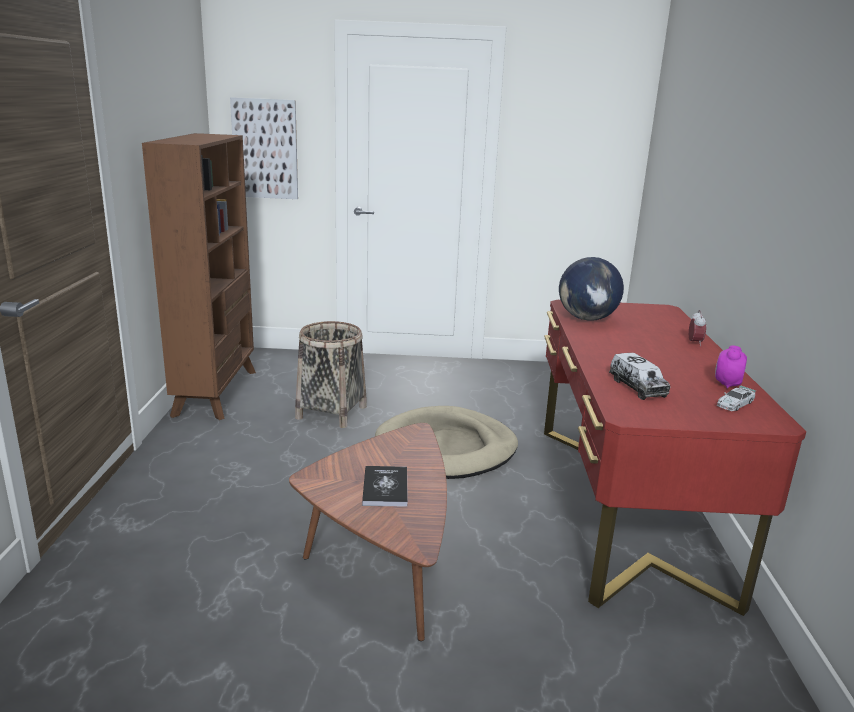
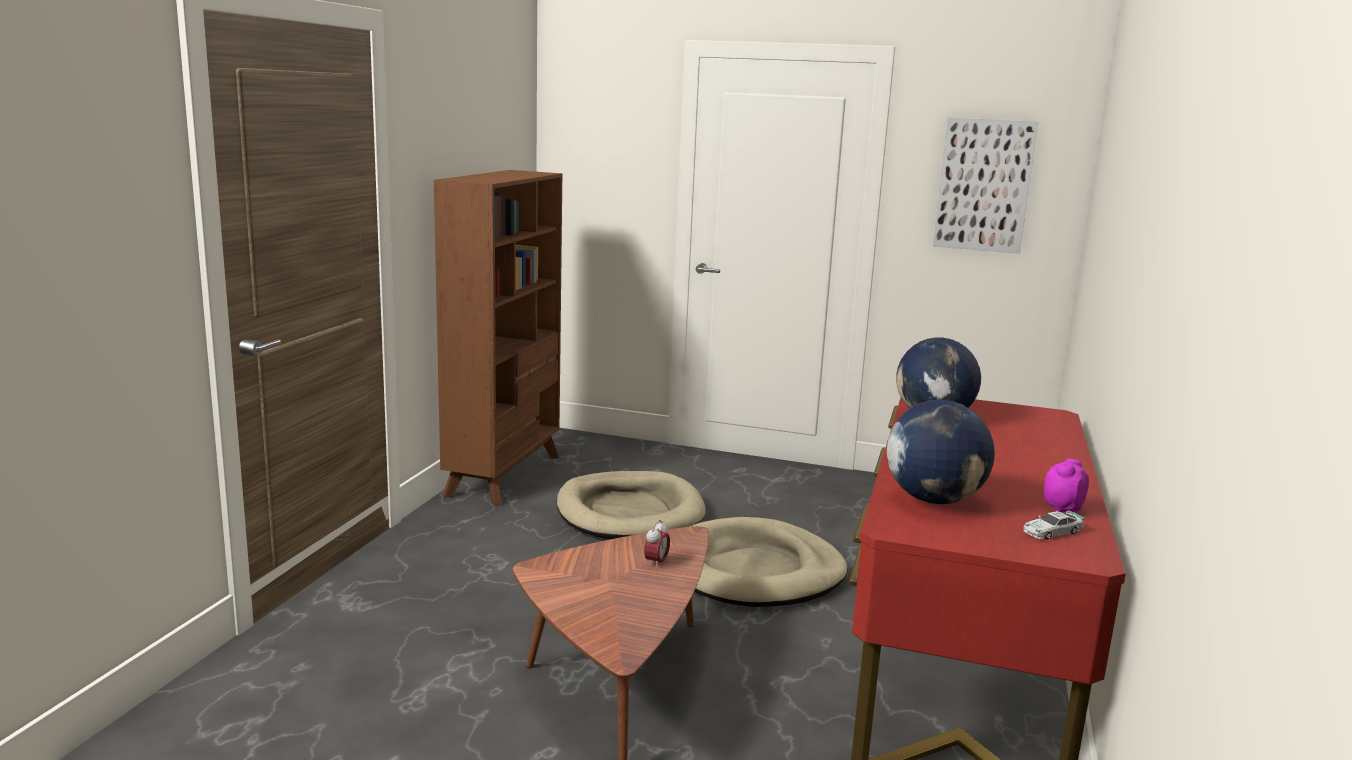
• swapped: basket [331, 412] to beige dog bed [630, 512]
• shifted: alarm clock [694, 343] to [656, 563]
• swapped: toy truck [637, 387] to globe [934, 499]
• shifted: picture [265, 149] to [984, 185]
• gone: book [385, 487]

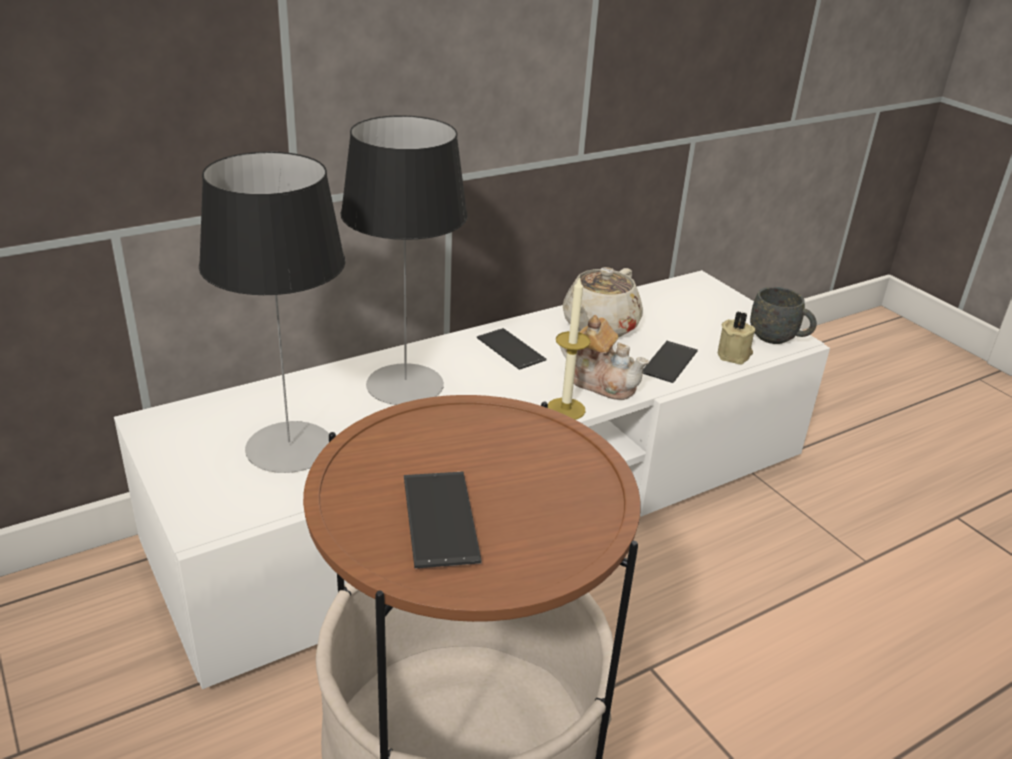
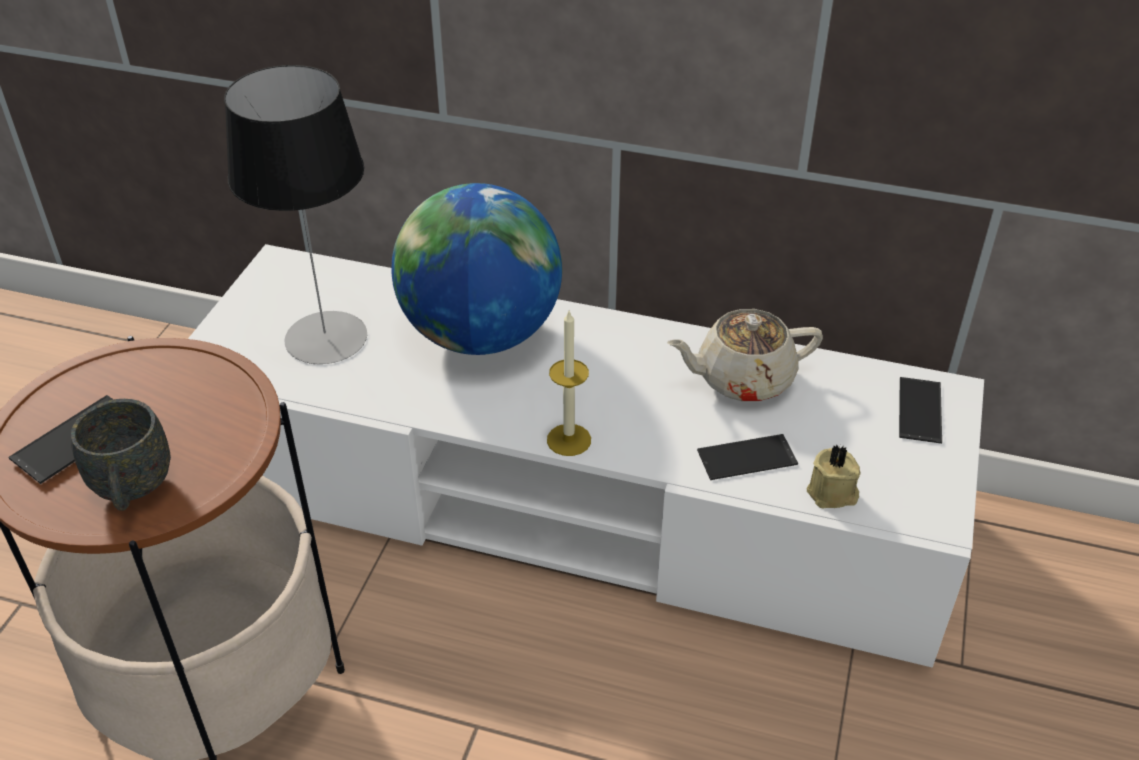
• shifted: grey mug [778, 339] to [132, 491]
• swapped: table lamp [405, 385] to globe [481, 335]
• shifted: phone [510, 349] to [920, 410]
• gone: teapot [601, 382]

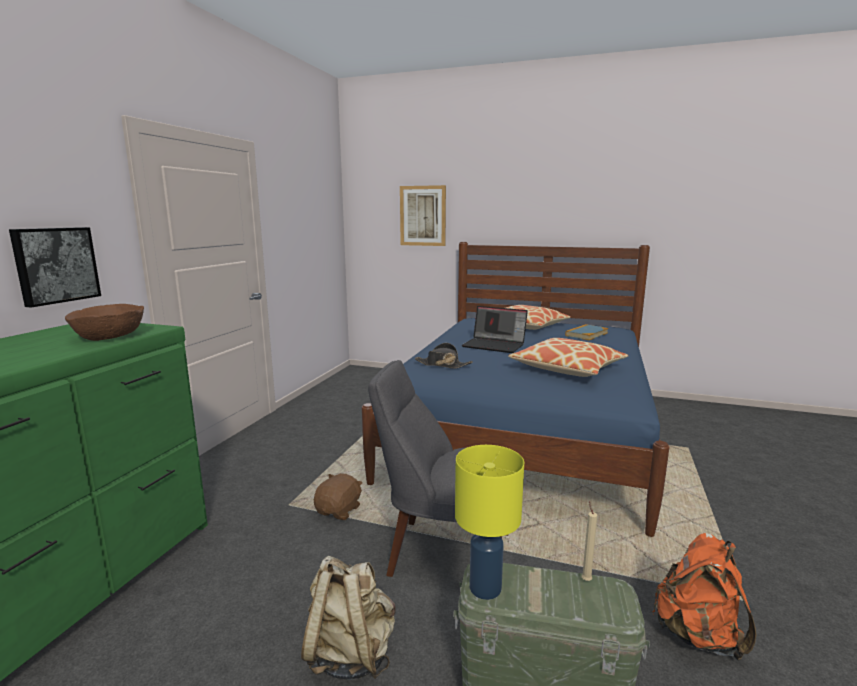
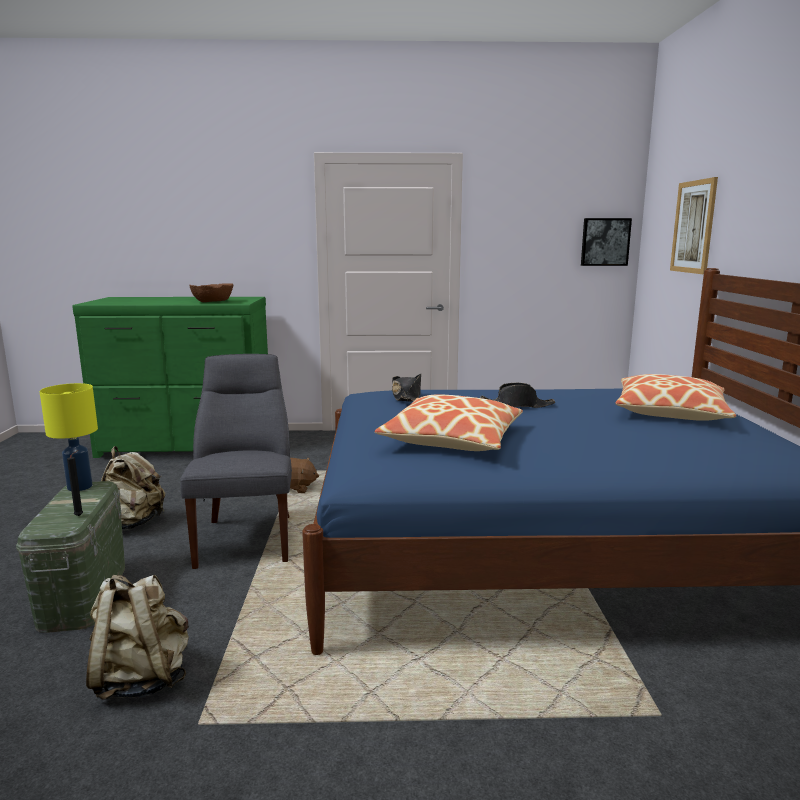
• repainted: beige candle [585, 579] to black candle [80, 516]
• repainted: orange backpack [697, 634] to beige backpack [142, 679]
• swapped: laptop [495, 345] to black hat [517, 405]
• shifted: picture [55, 265] to [605, 242]
• gone: book [586, 334]

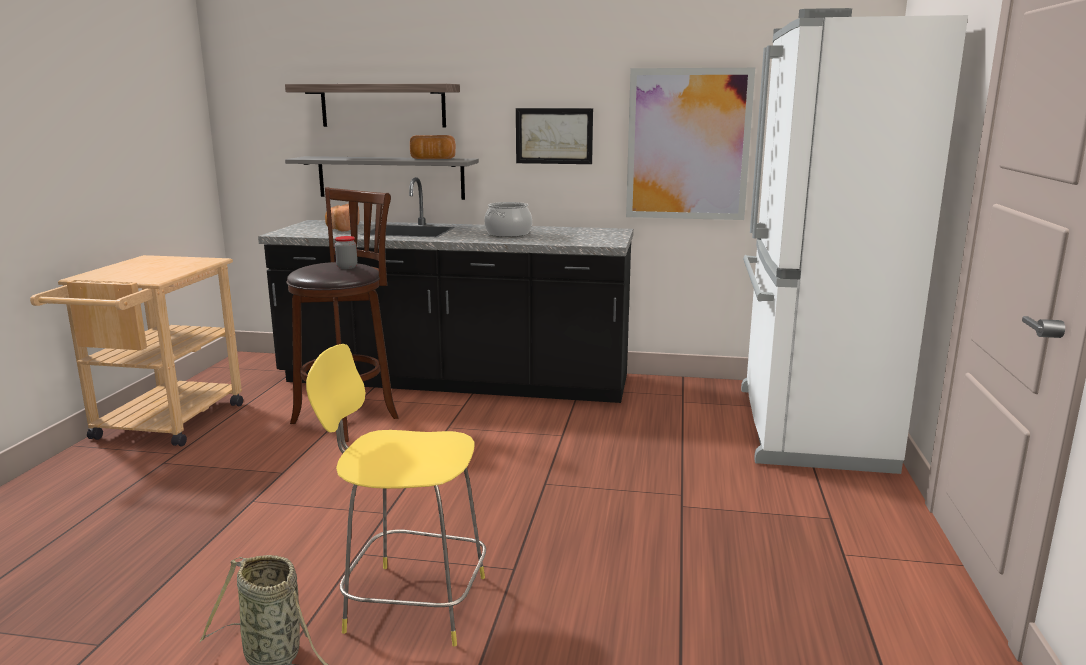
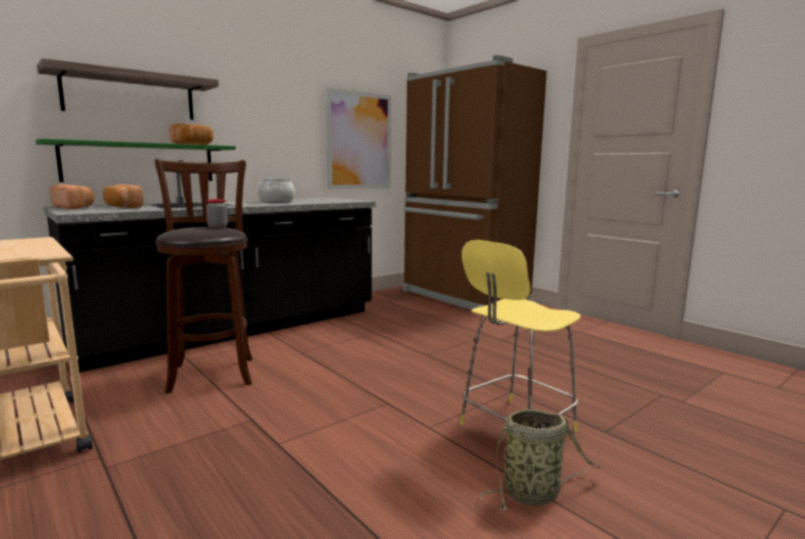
• repainted: grey shelf [391, 177] to green shelf [140, 162]
• new: bread [75, 208]
• repainted: white fridge [807, 427] to brown fridge [463, 297]
• gone: picture [554, 136]

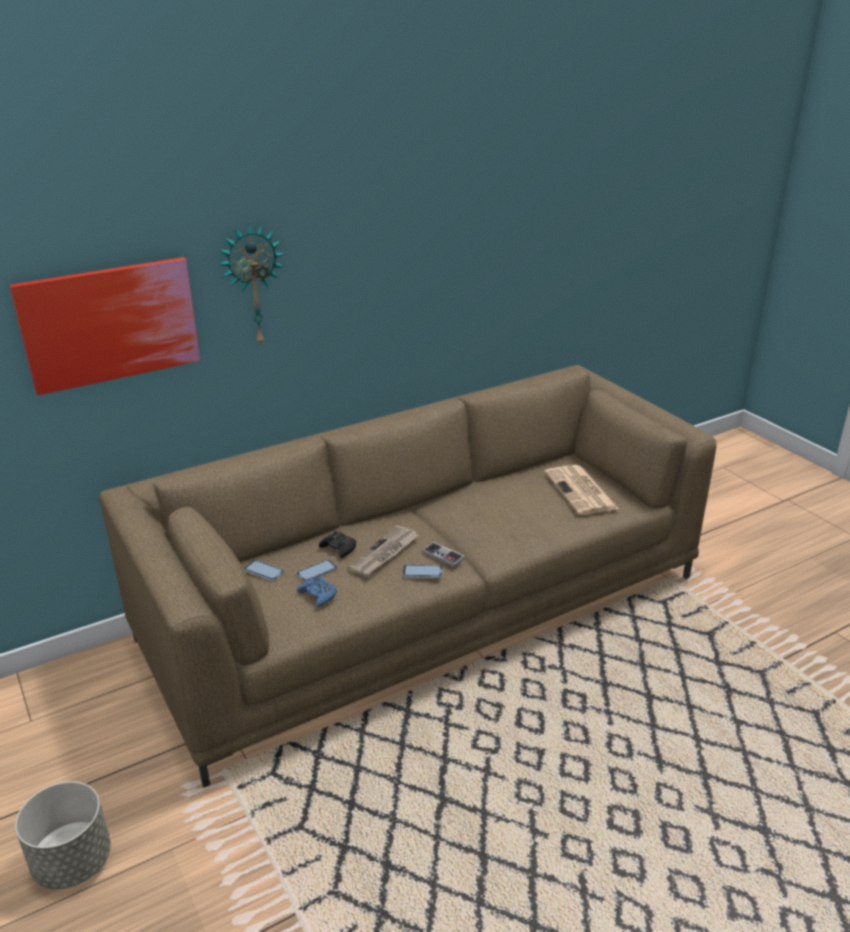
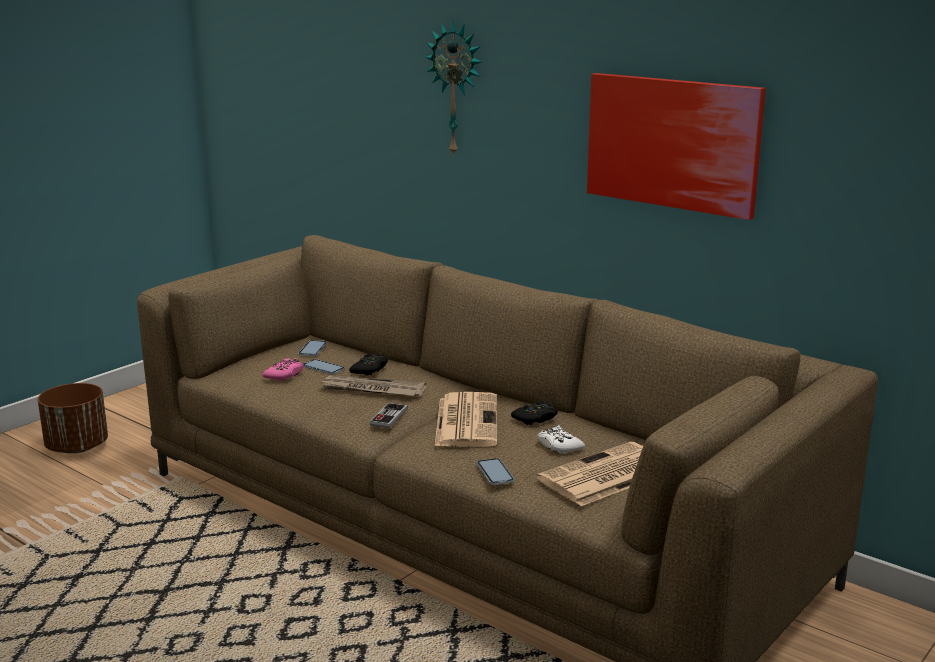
• repainted: grey planter [72, 861] to brown planter [78, 447]
• repainted: blue game controller [318, 595] to pink game controller [284, 375]
• new: newspaper [466, 421]
• shifted: phone [422, 572] to [495, 473]
• new: black game controller [535, 418]
• new: white game controller [559, 446]
• shifted: picture [110, 323] to [672, 143]

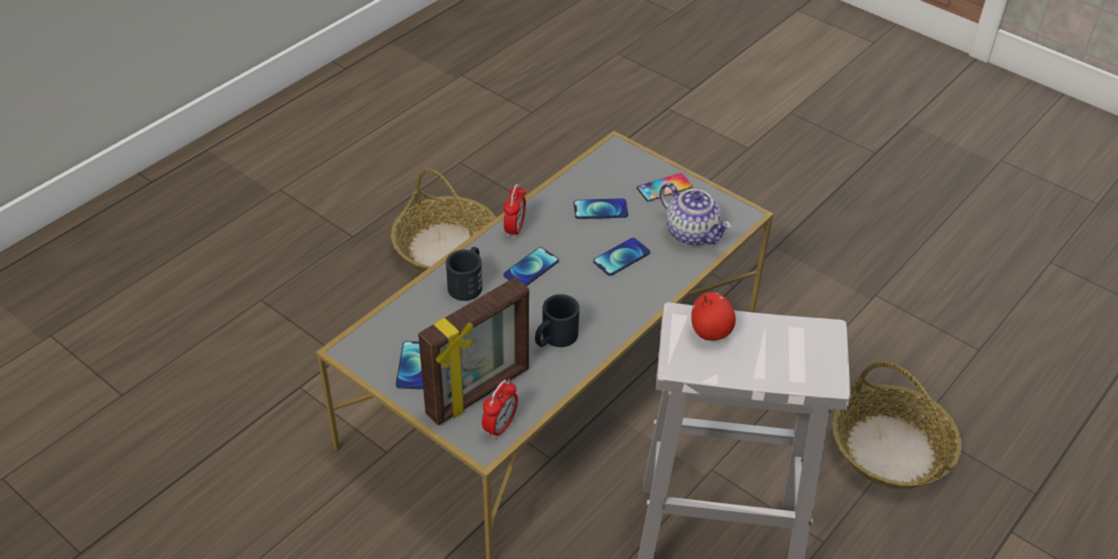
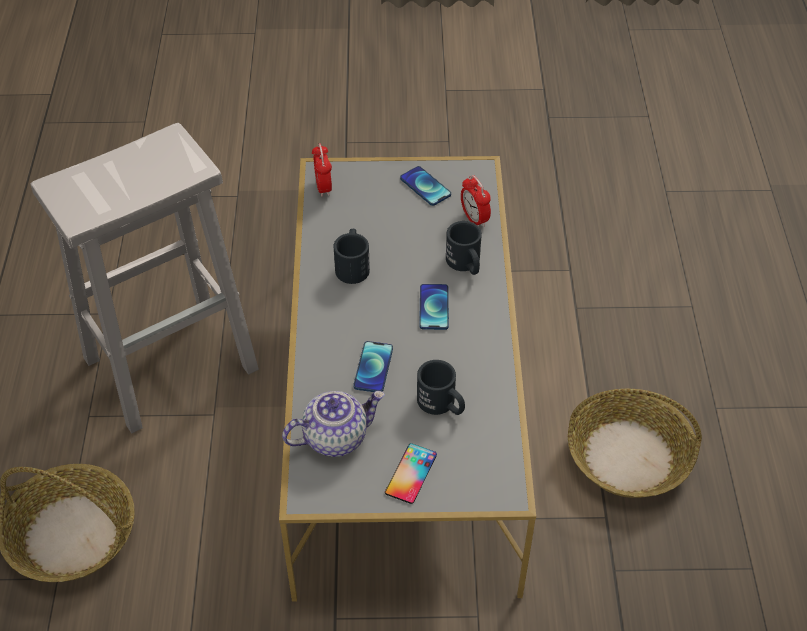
• rotated: teapot [692, 233] = [335, 436] 150 degrees clockwise
• swapped: phone [600, 210] to black mug [442, 404]
• shifted: alarm clock [515, 229] to [474, 219]
• gone: picture frame [479, 393]
• gone: apple [710, 332]

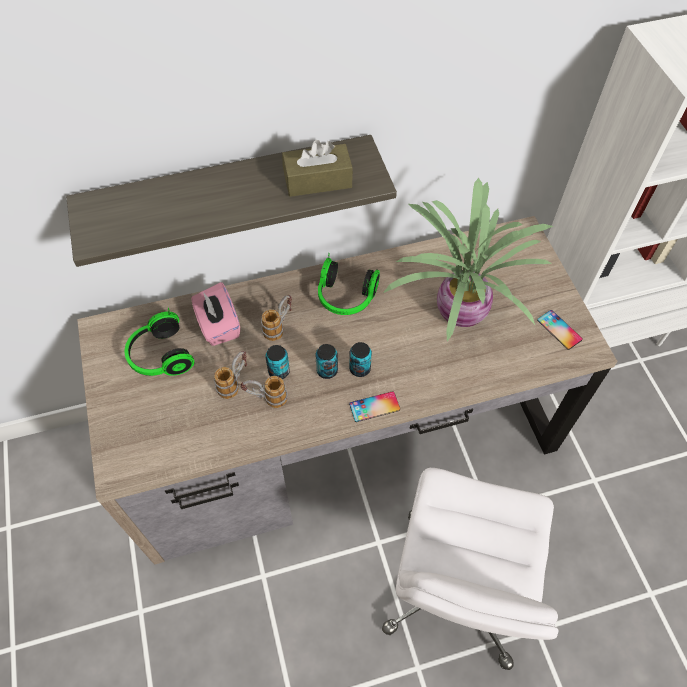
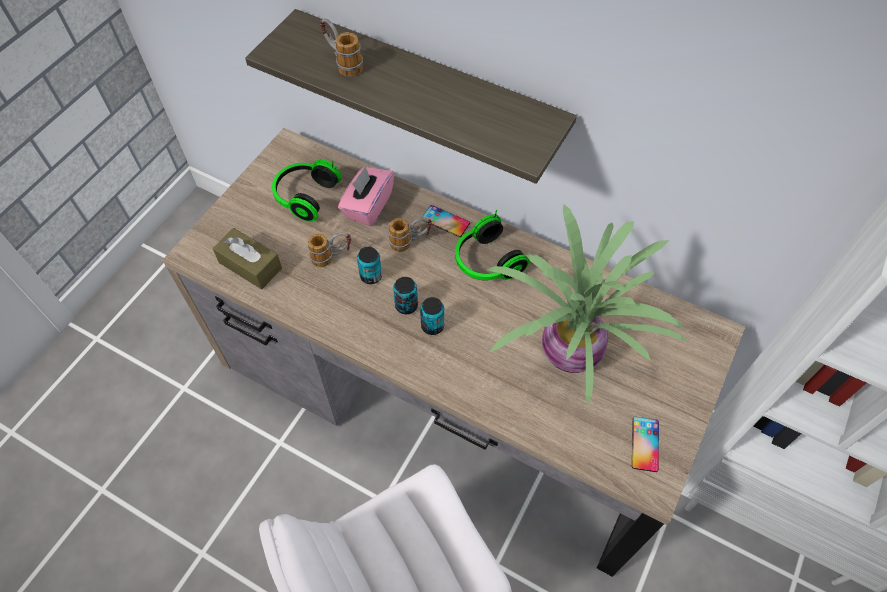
• shifted: brown tissue box [317, 180] to [250, 265]
• shifted: mug [266, 398] to [342, 62]
• shifted: phone [374, 407] to [445, 221]

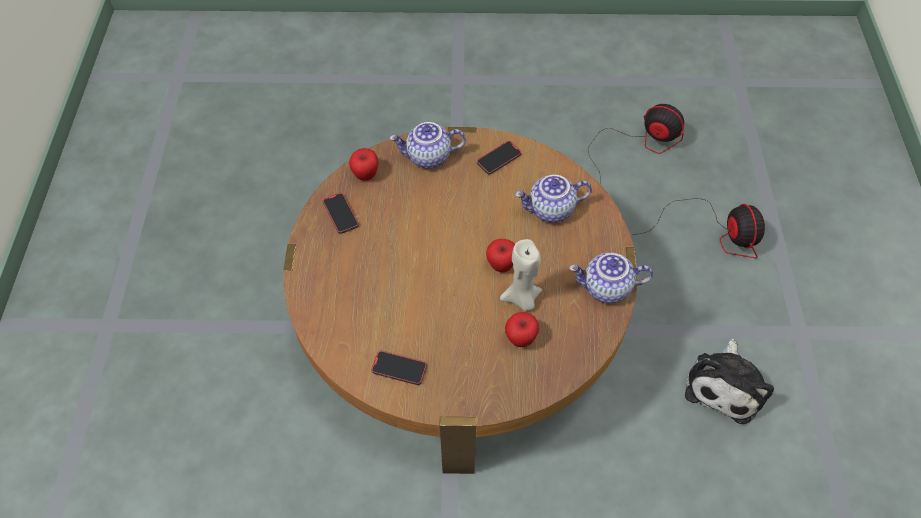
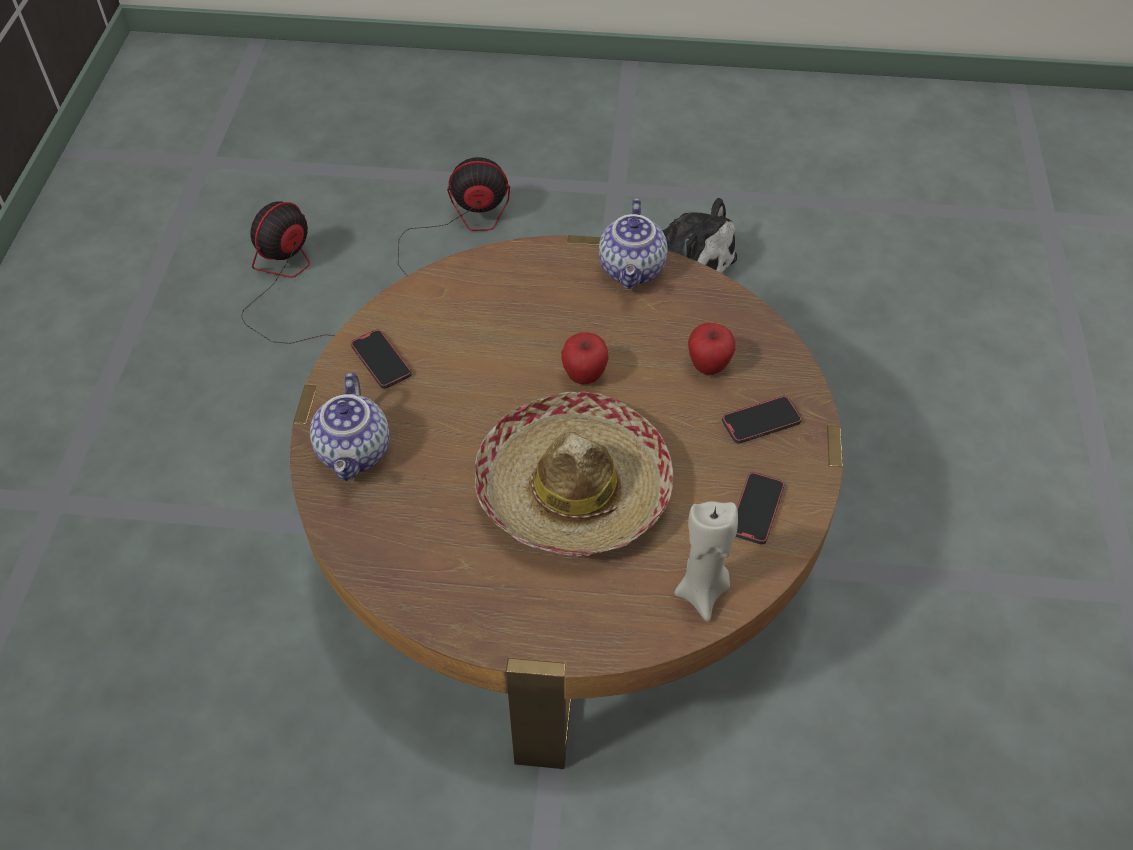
• new: hat [574, 489]
• shifted: beige candle [521, 299] to [702, 591]
• shifted: phone [340, 214] to [761, 422]
• gone: apple [365, 175]
• gone: teapot [550, 210]

